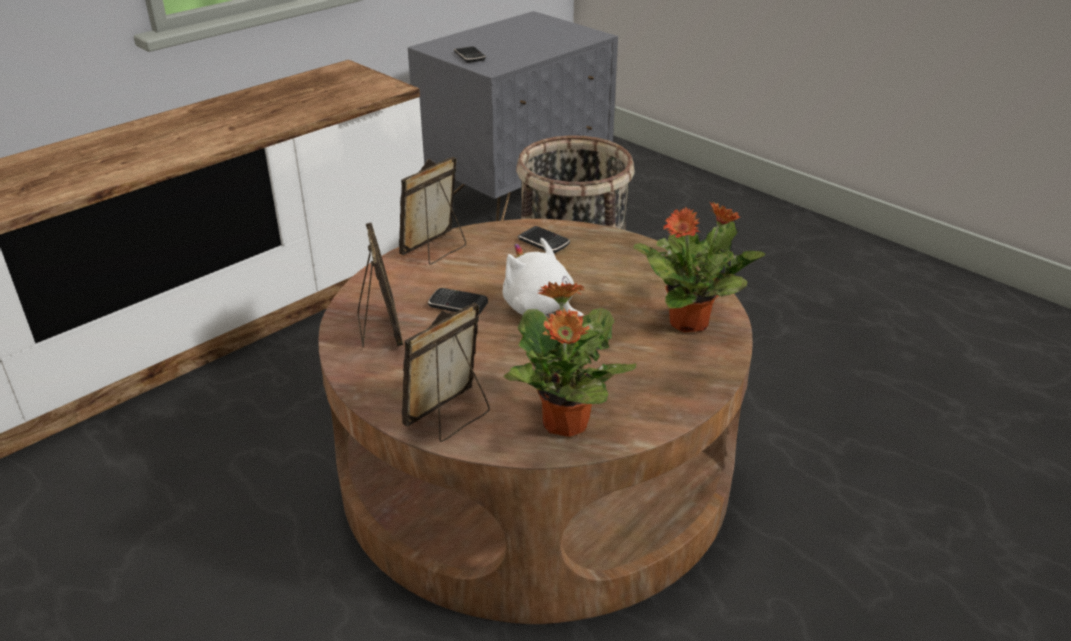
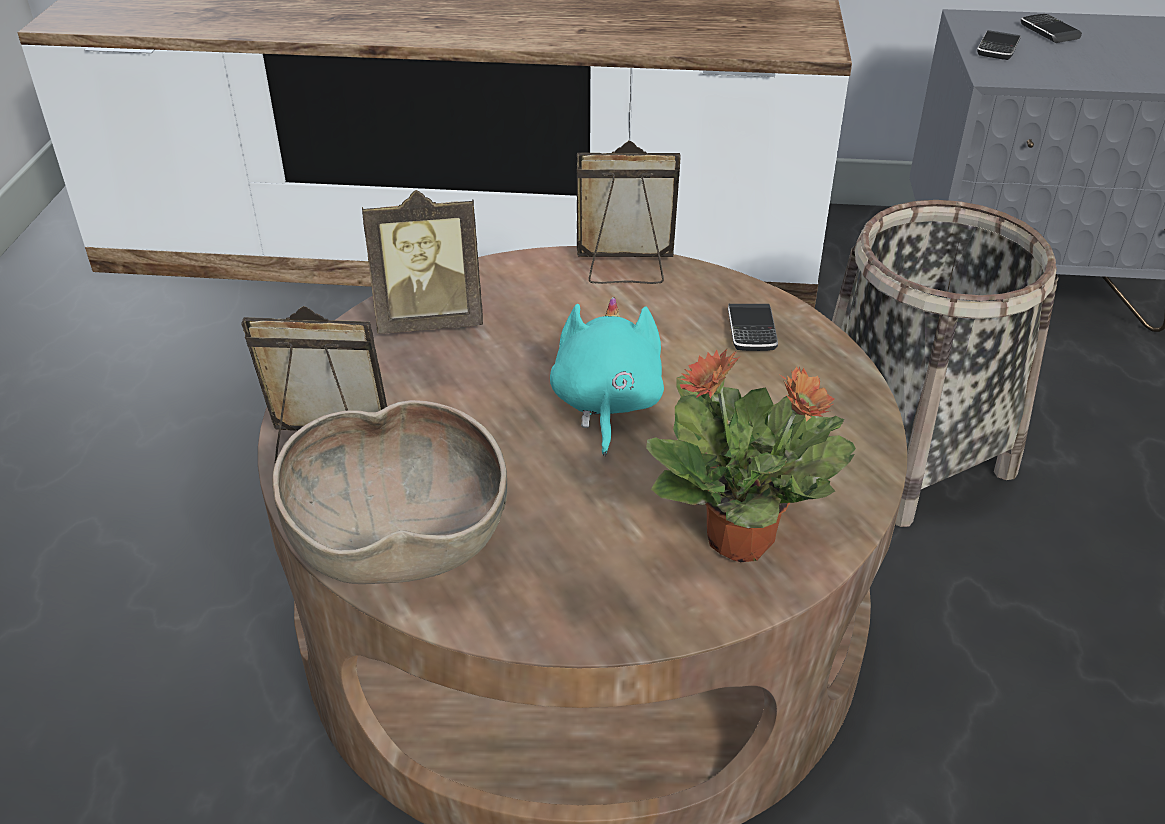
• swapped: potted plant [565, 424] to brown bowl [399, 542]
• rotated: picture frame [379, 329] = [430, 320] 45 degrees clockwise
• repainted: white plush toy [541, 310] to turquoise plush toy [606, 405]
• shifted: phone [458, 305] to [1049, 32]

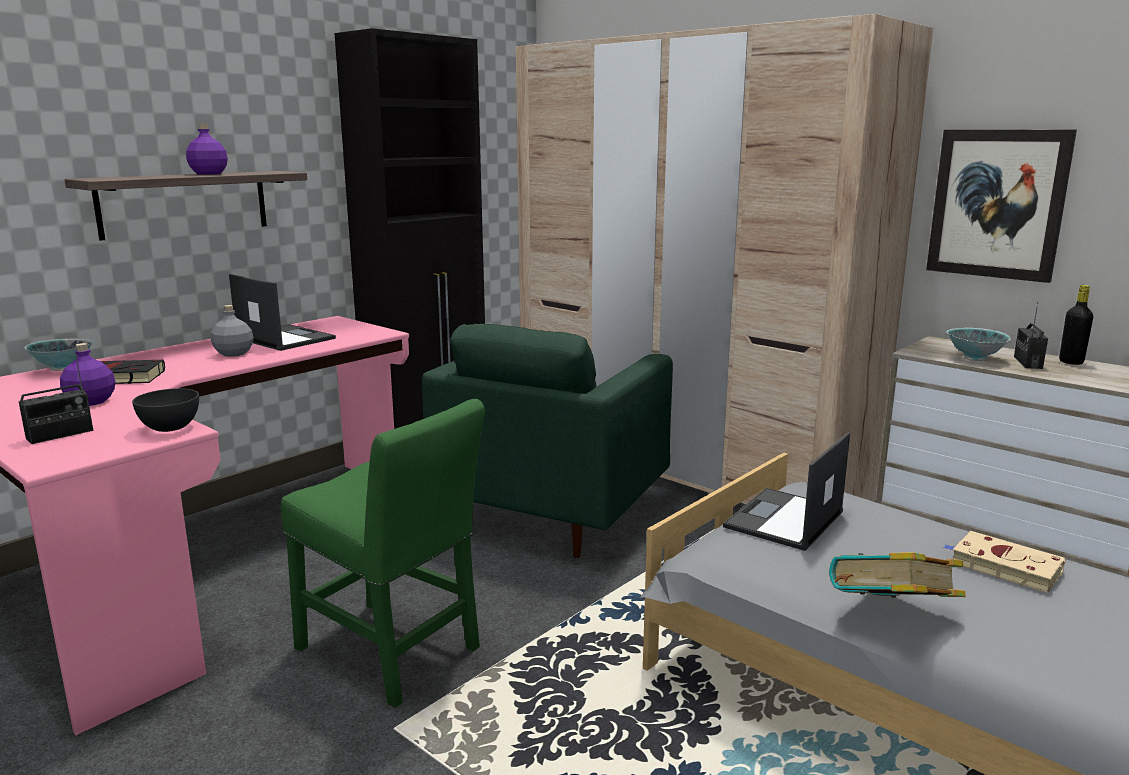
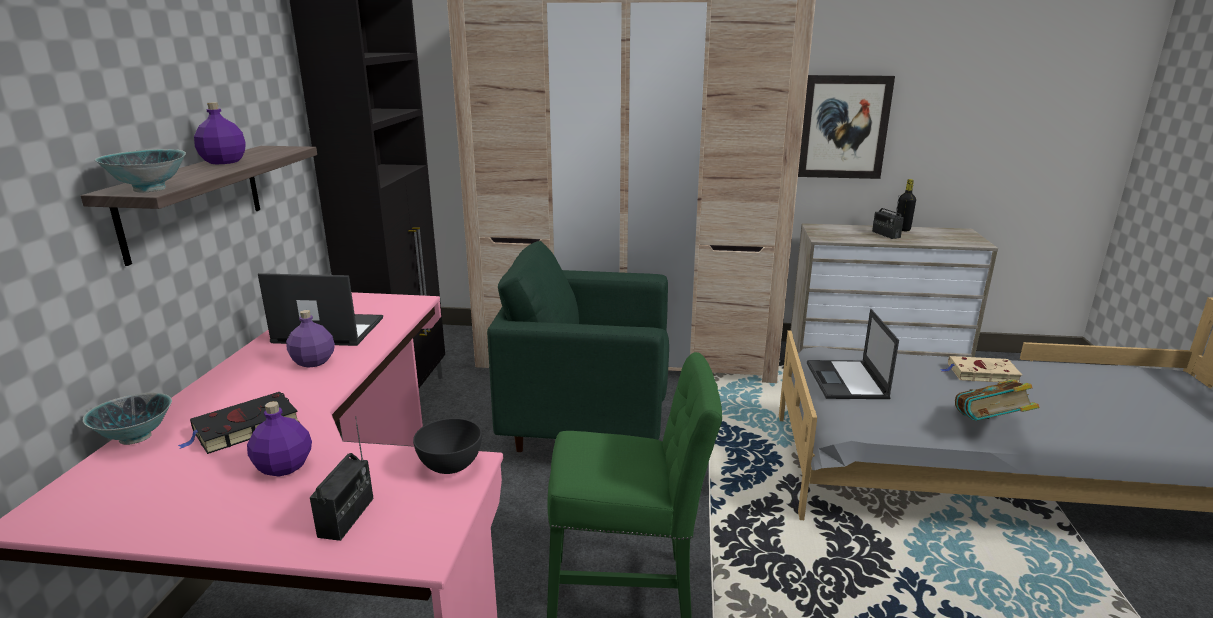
• shifted: bowl [974, 358] to [149, 189]
• repainted: grey bottle [233, 354] to purple bottle [312, 362]
• rotated: green armchair [552, 515] = [587, 425] 105 degrees clockwise

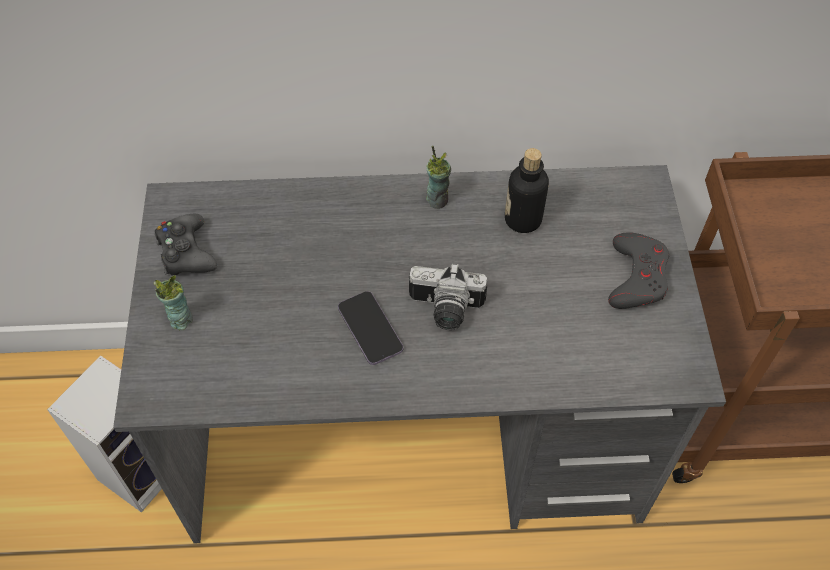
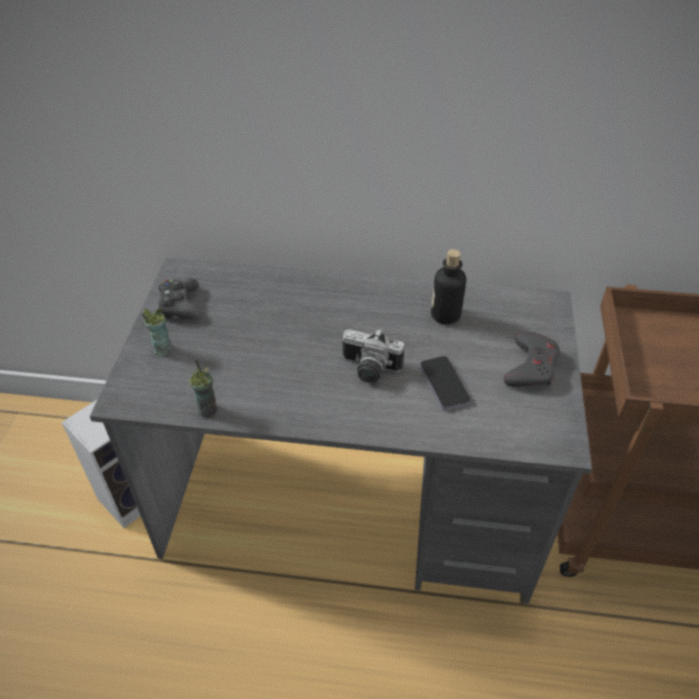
• shifted: cup [437, 199] to [207, 409]
• shifted: phone [370, 329] to [444, 384]

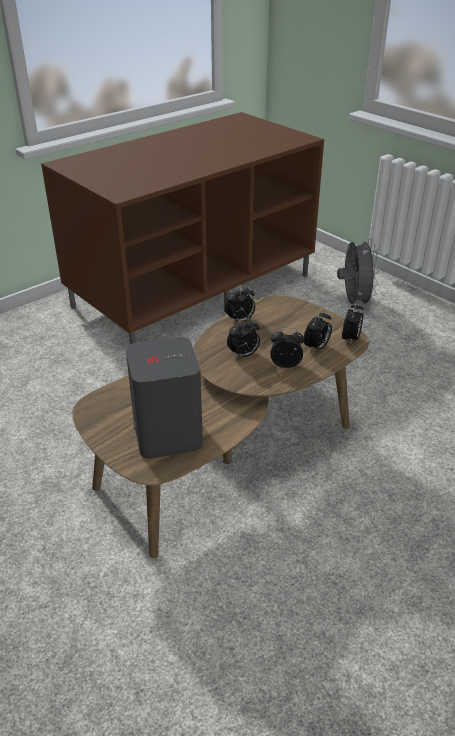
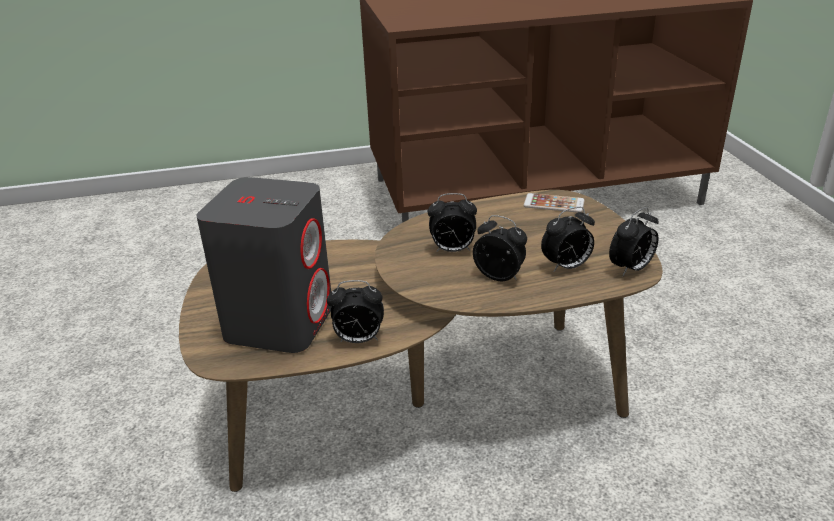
• shifted: alarm clock [240, 320] to [358, 340]
• new: phone [554, 204]
• gone: grey fan [354, 302]

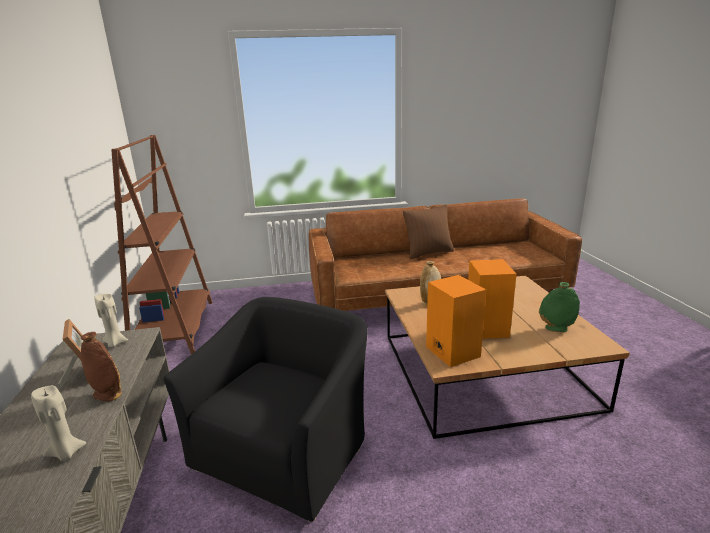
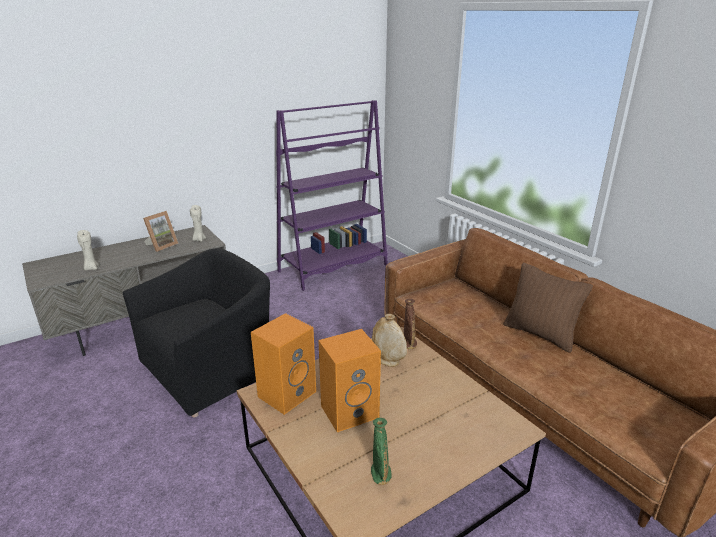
• rotated: black armchair [285, 451] = [210, 369] 45 degrees counterclockwise
• repainted: brown bookcase [175, 330] to purple bookcase [333, 268]
• shifted: brown vase [107, 395] to [409, 343]

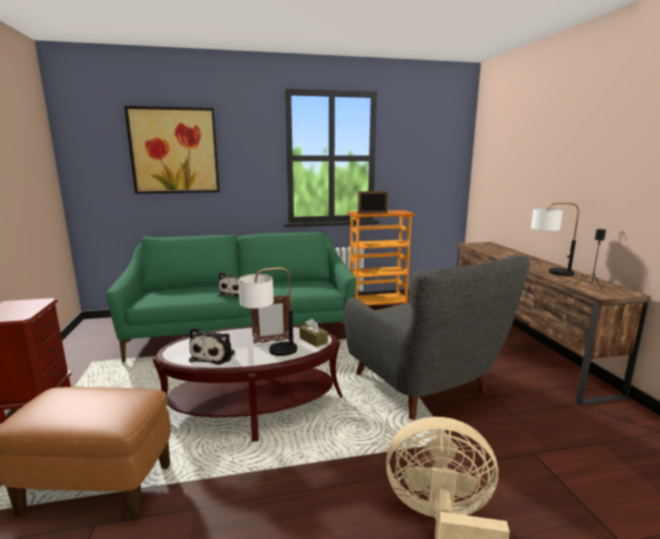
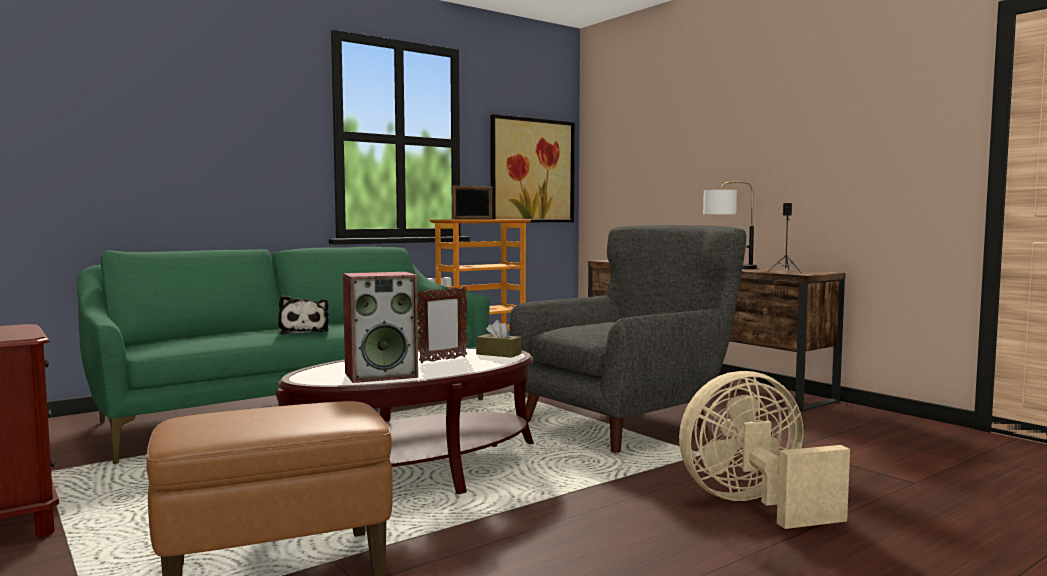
• swapped: plush toy [214, 356] to speaker [382, 375]
• shifted: picture [174, 151] to [532, 171]
• rotated: grey armchair [423, 387] = [624, 423] 75 degrees counterclockwise
• gone: table lamp [269, 352]

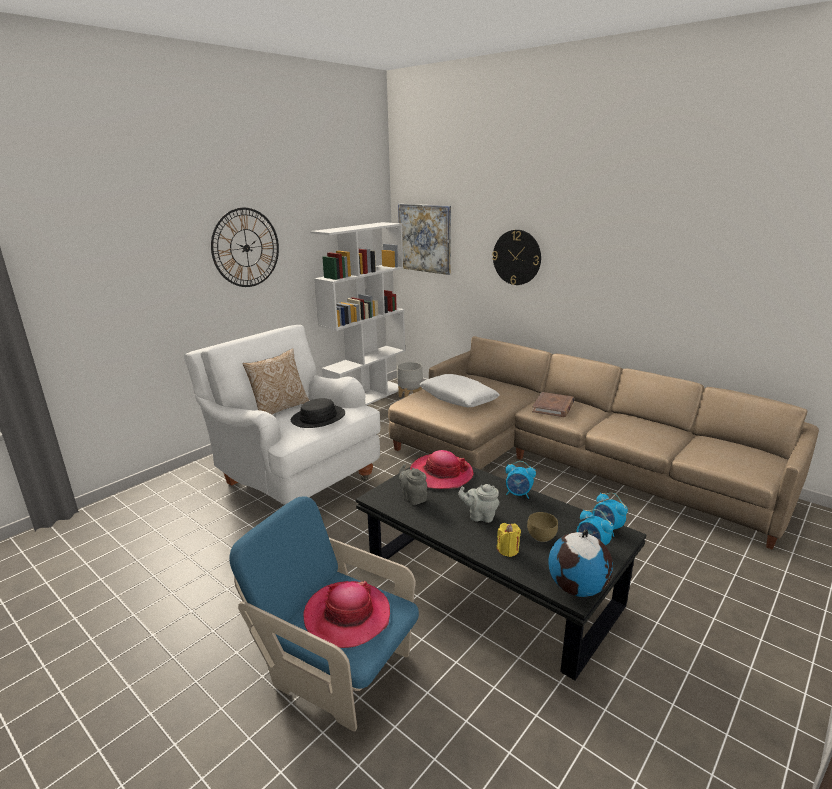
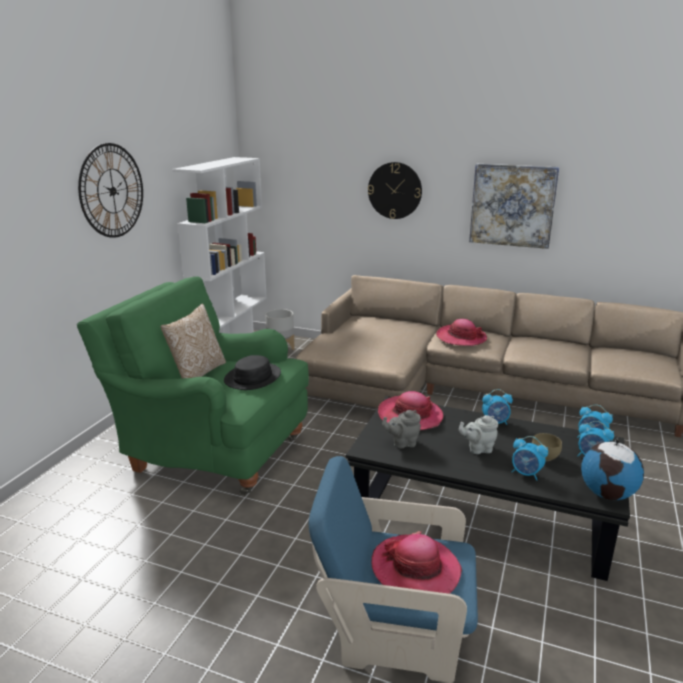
• repainted: white armchair [294, 479] to green armchair [212, 453]
• rotated: grey teapot [413, 498] = [402, 443] 45 degrees counterclockwise
• swapped: brown book [553, 407] to hat [461, 337]
• shifted: picture [425, 238] to [512, 205]
• swapped: yellow candle [508, 550] to alarm clock [526, 474]
• gone: white pillow [458, 398]

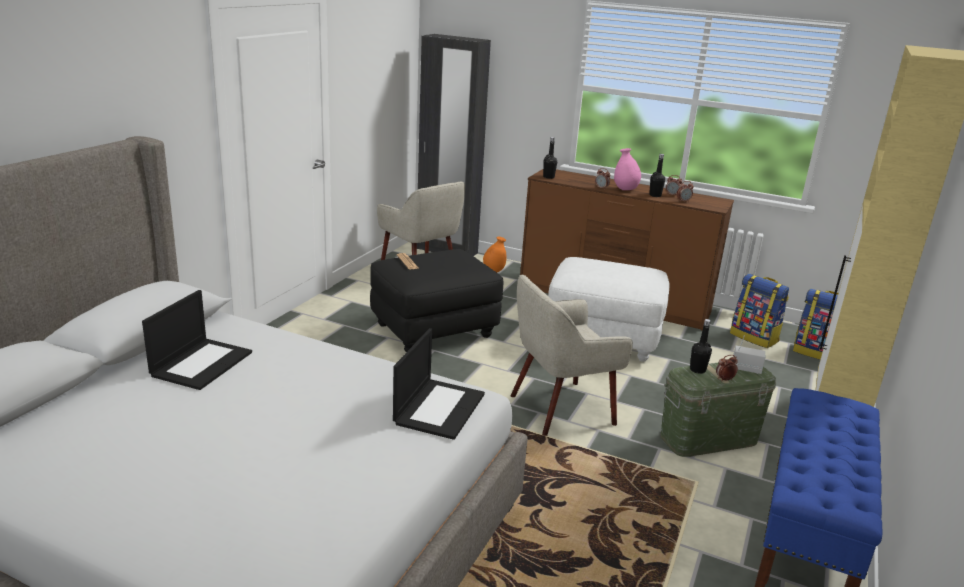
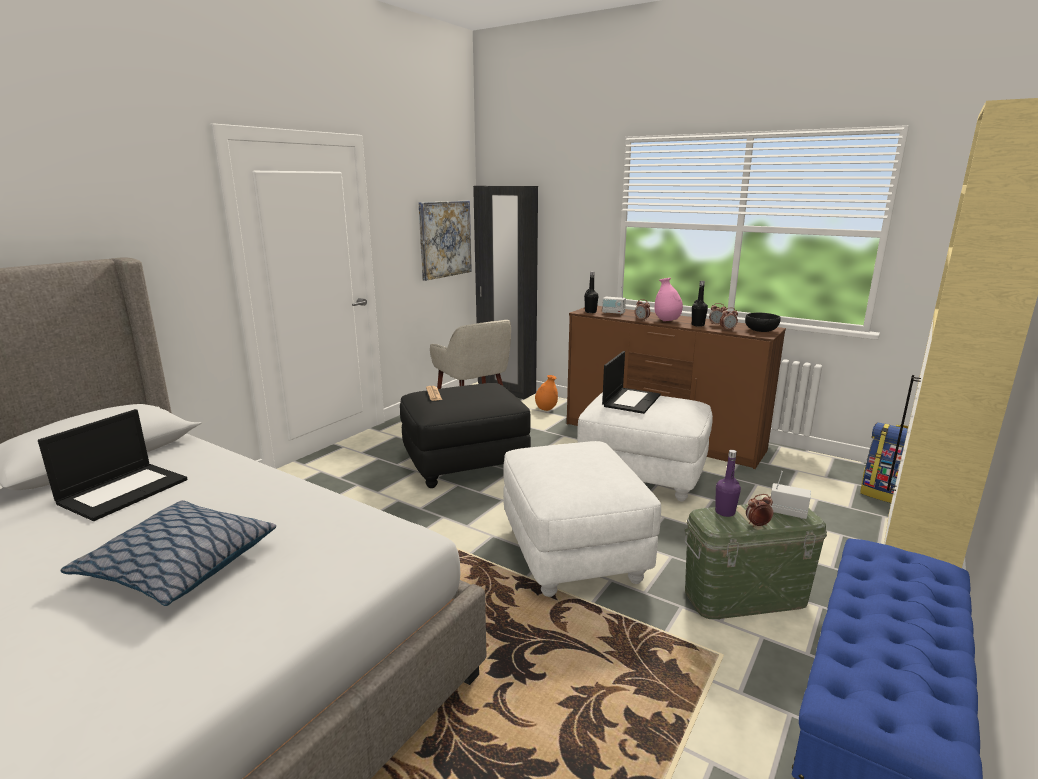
• new: pillow [178, 566]
• new: picture [445, 239]
• swapped: beige armchair [560, 409] to white ottoman [573, 553]
• new: radio [613, 313]
• shifted: laptop [439, 408] to [631, 400]
• repainted: black bottle [697, 370] to purple bottle [725, 512]
• new: black bowl [761, 330]
• gone: backpack [754, 337]

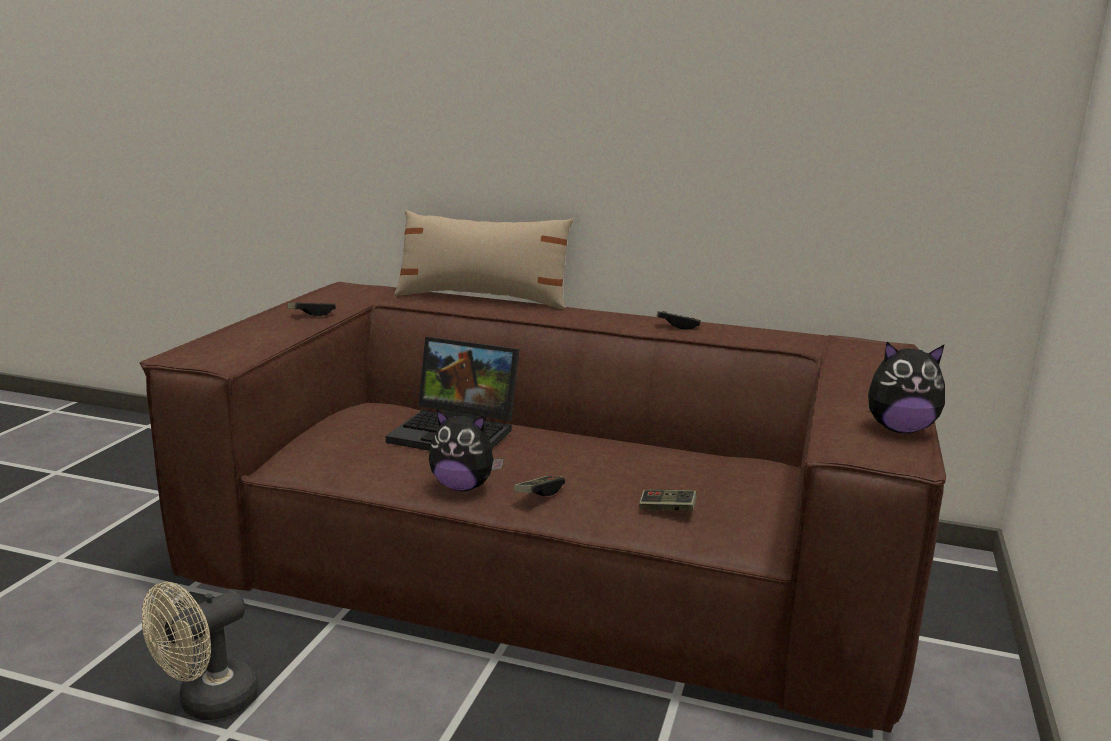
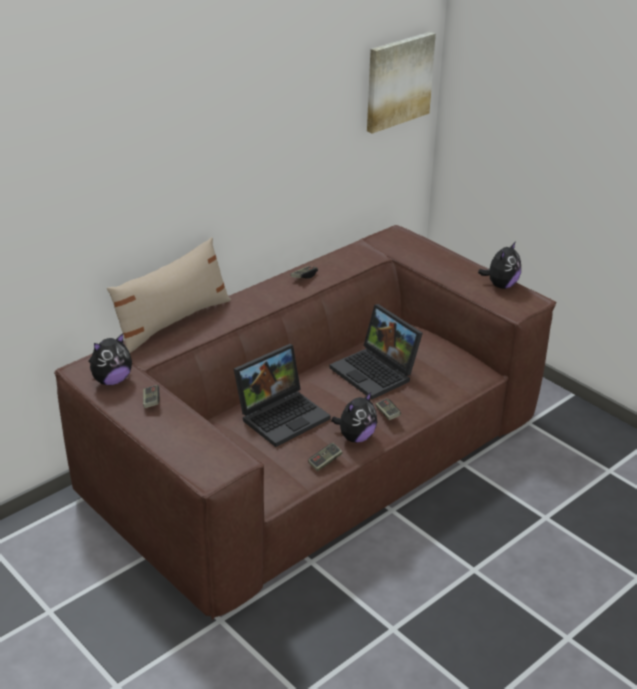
• new: plush toy [111, 380]
• shifted: game controller [667, 509] to [325, 461]
• new: laptop [376, 373]
• new: picture [398, 81]
• gone: beige fan [207, 704]

